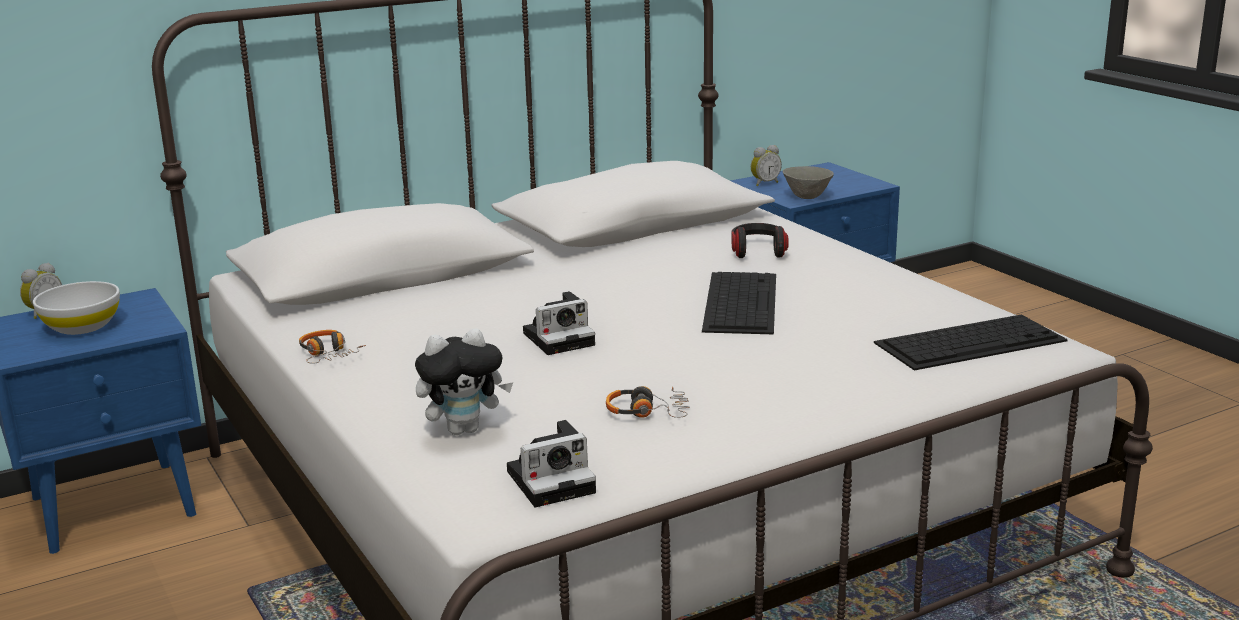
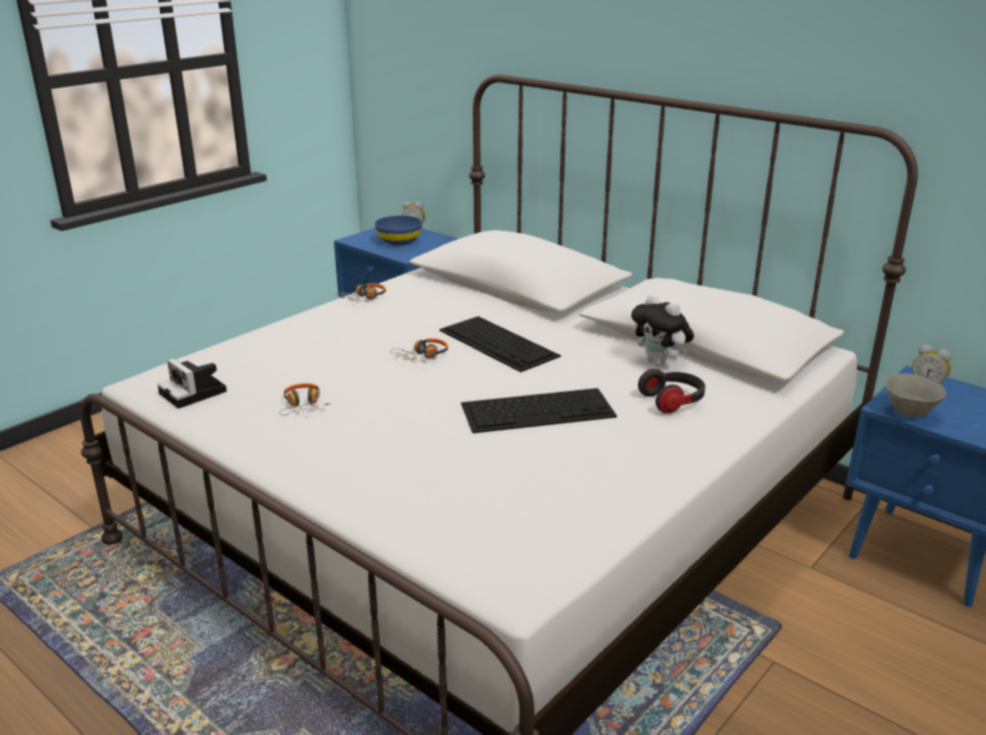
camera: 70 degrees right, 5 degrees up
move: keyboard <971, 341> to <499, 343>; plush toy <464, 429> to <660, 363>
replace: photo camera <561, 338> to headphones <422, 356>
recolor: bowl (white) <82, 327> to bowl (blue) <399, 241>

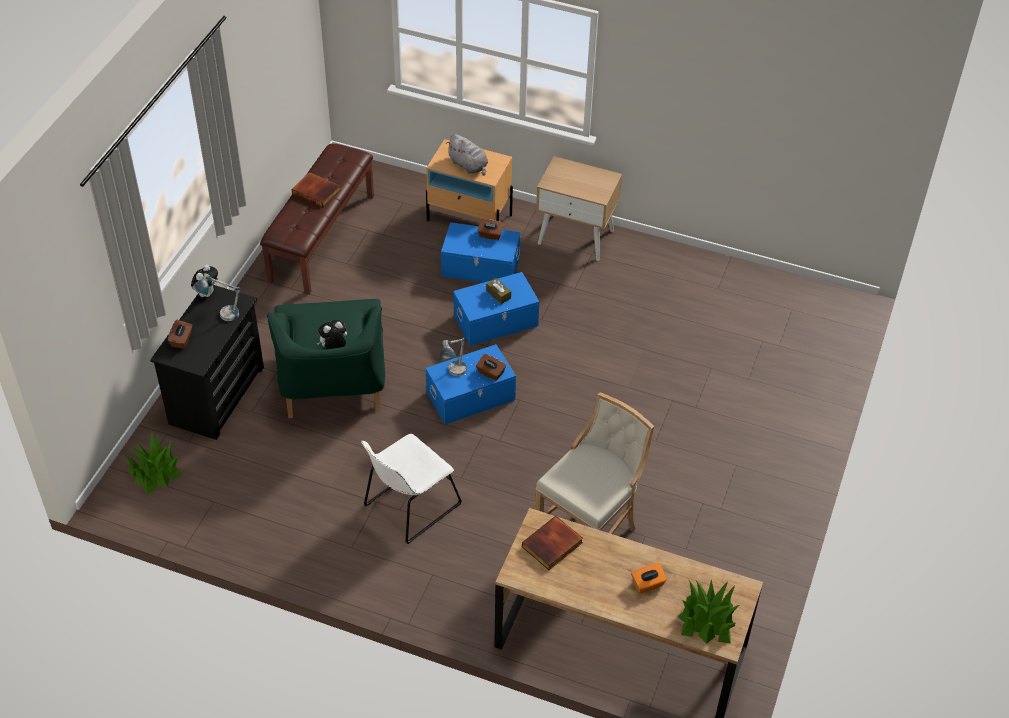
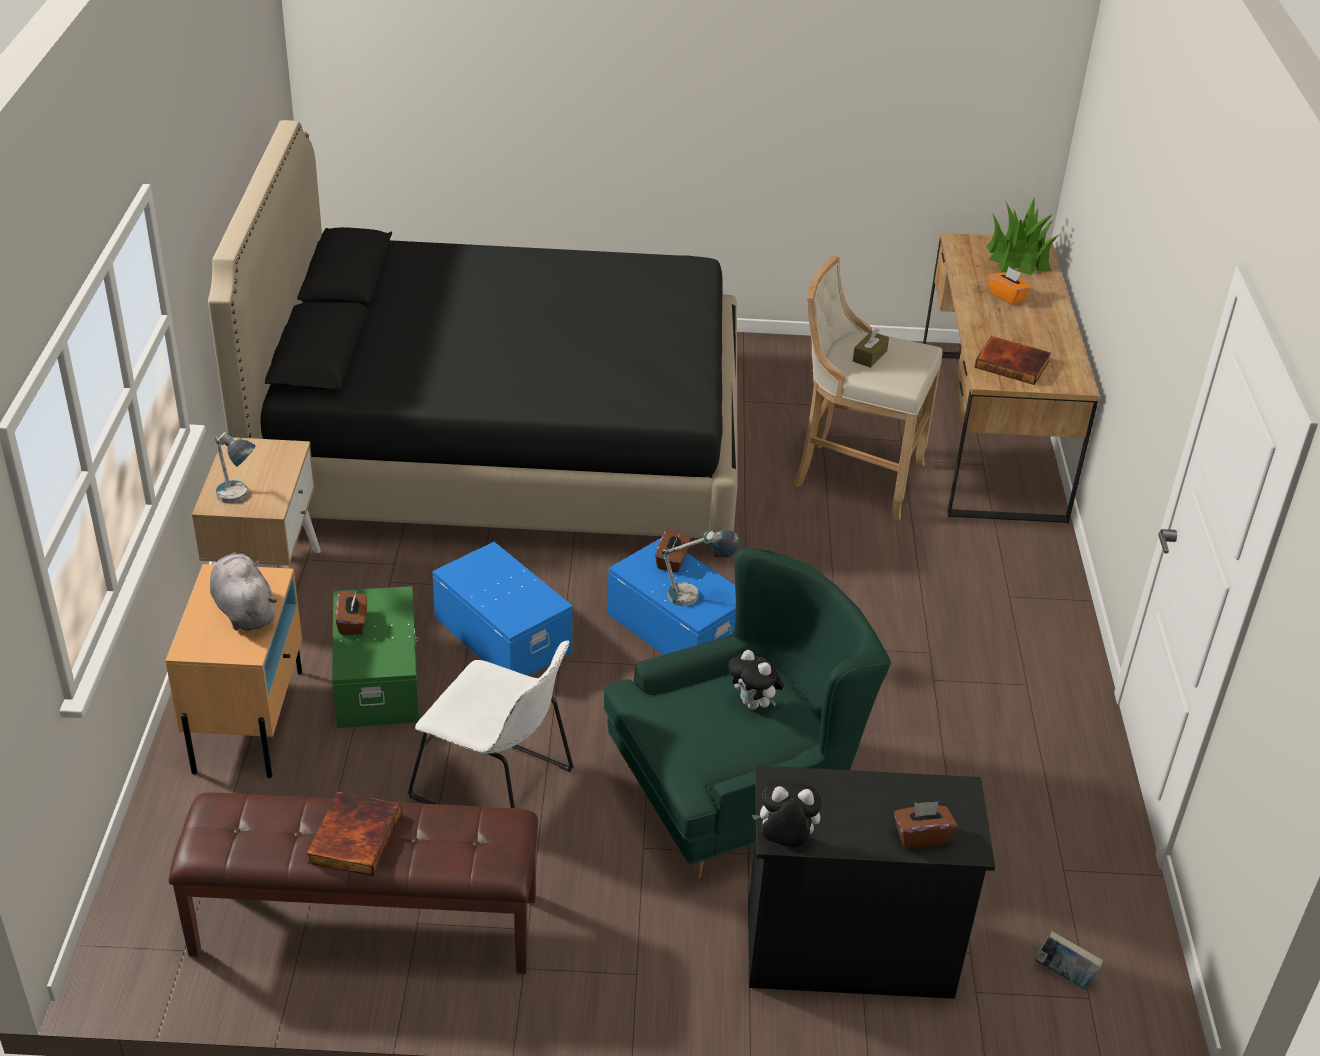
camera: 110 degrees left, 10 degrees down
insert: bed (black) <503, 446>
move: table lamp <221, 316> to <238, 501>; tissue box (brown) <498, 294> to <870, 356>; chair (white) <409, 507> to <498, 786>
replace: potted plant <155, 472> to book <1064, 975>
recolor: storage box (blue) <481, 267> to storage box (green) <379, 678>
rotate: plush toy (grey) <469, 166> = <244, 610> 60 degrees counterclockwise

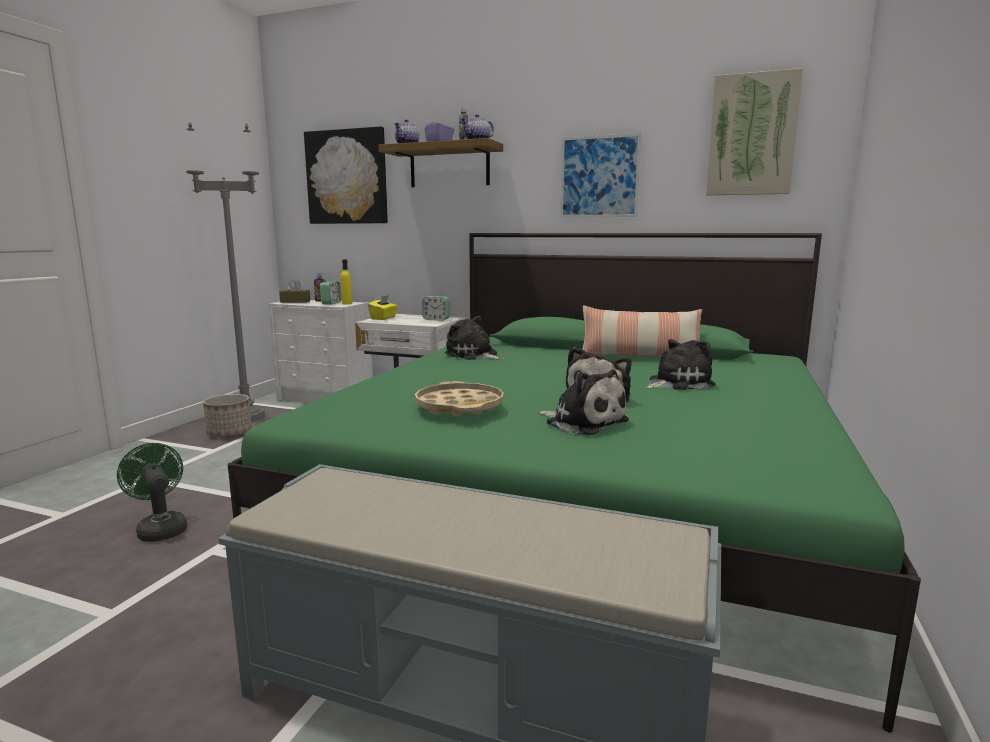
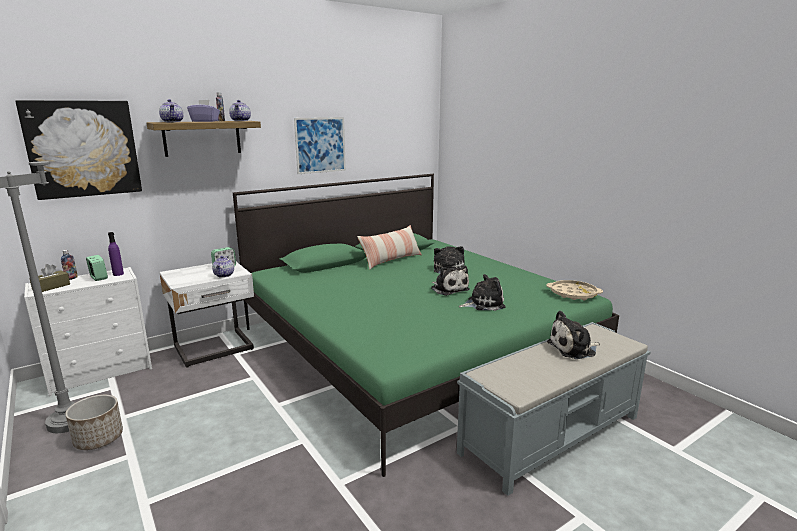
camera: 55 degrees left, 5 degrees up
delete: picture <752, 135>; tissue box (yellow) <383, 318>; fan (green) <160, 528>
insert: teapot <224, 275>
move: plush toy <473, 355> to <574, 349>; tray (beige) <459, 406> to <573, 294>
recolor: bottle (yellow) <347, 303> to bottle (purple) <118, 274>

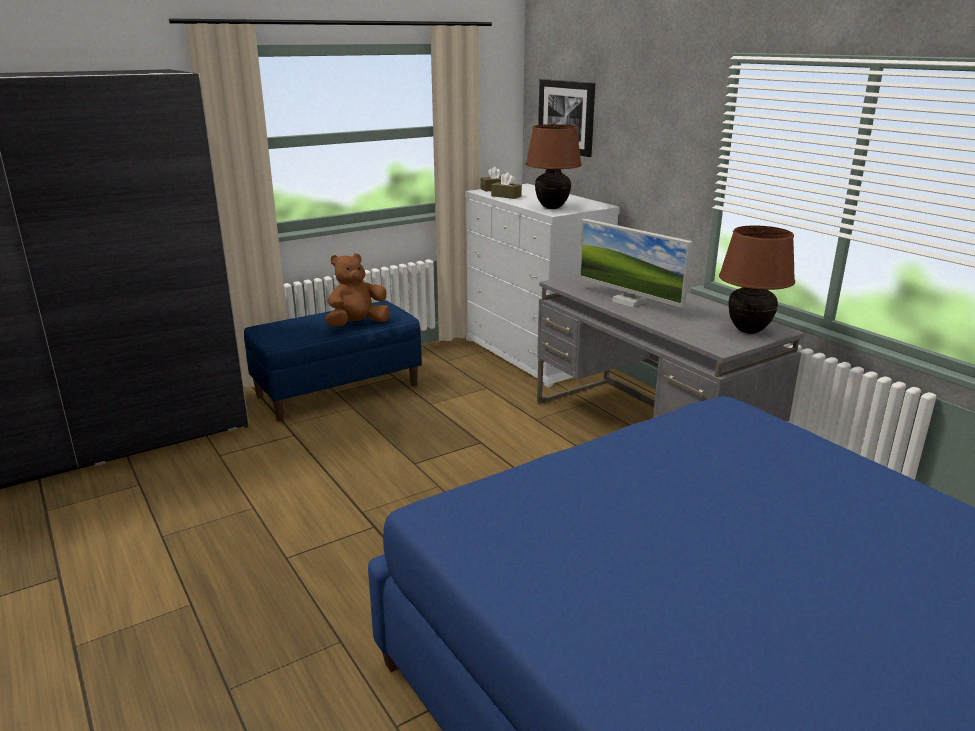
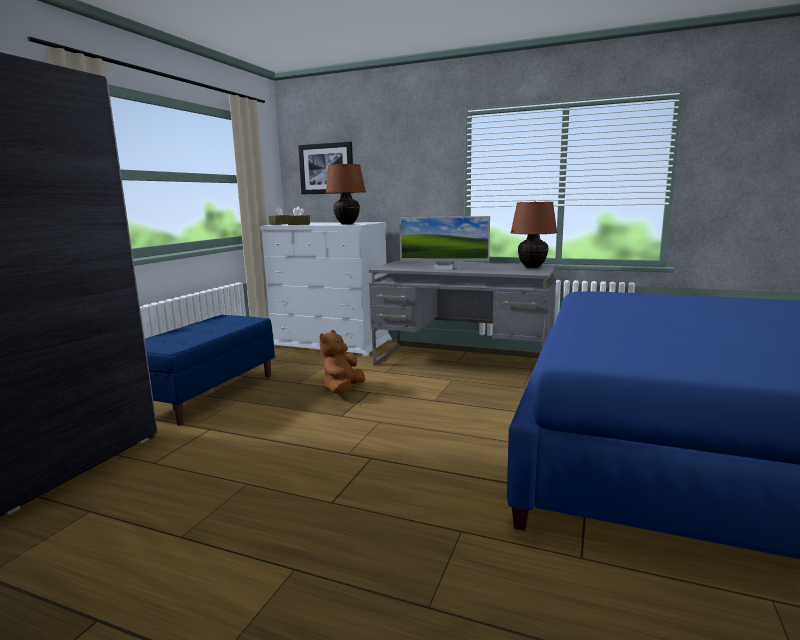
camera: 35 degrees left, 10 degrees down
move: plush toy (brown) <357, 325> to <343, 390>

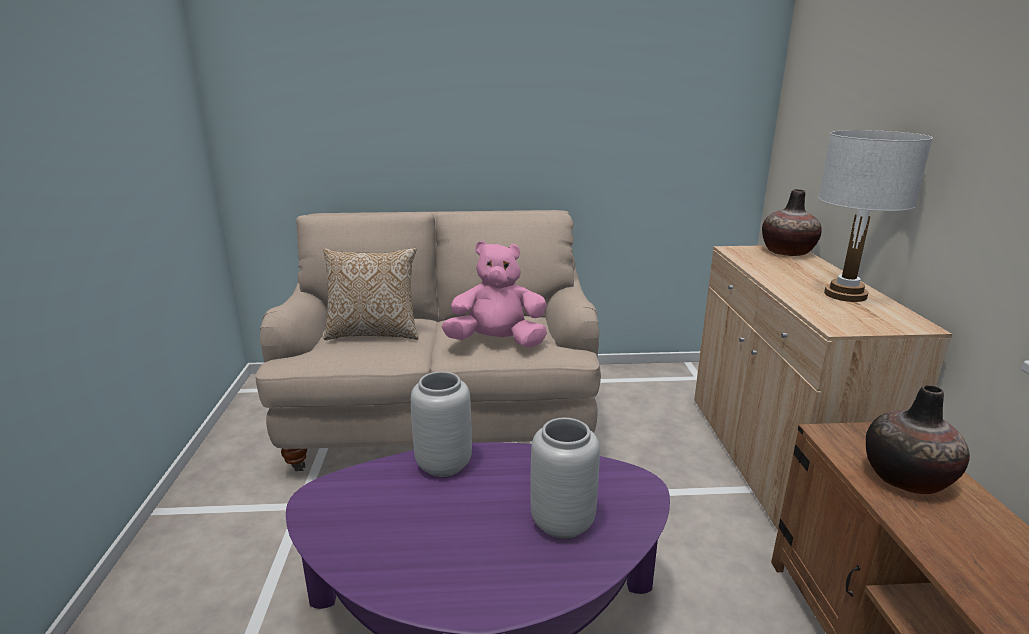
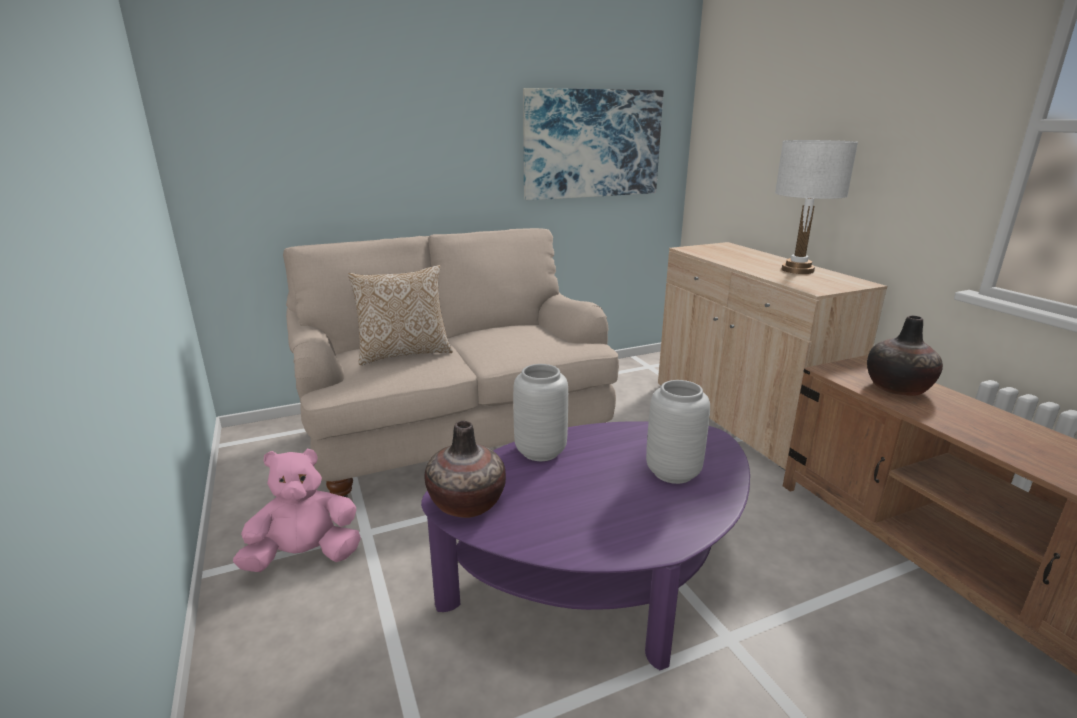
camera: 20 degrees left, 0 degrees up
insert: picture <592, 144>
move: vase <787, 252> to <466, 504>; plush toy (pink) <497, 342> to <305, 556>

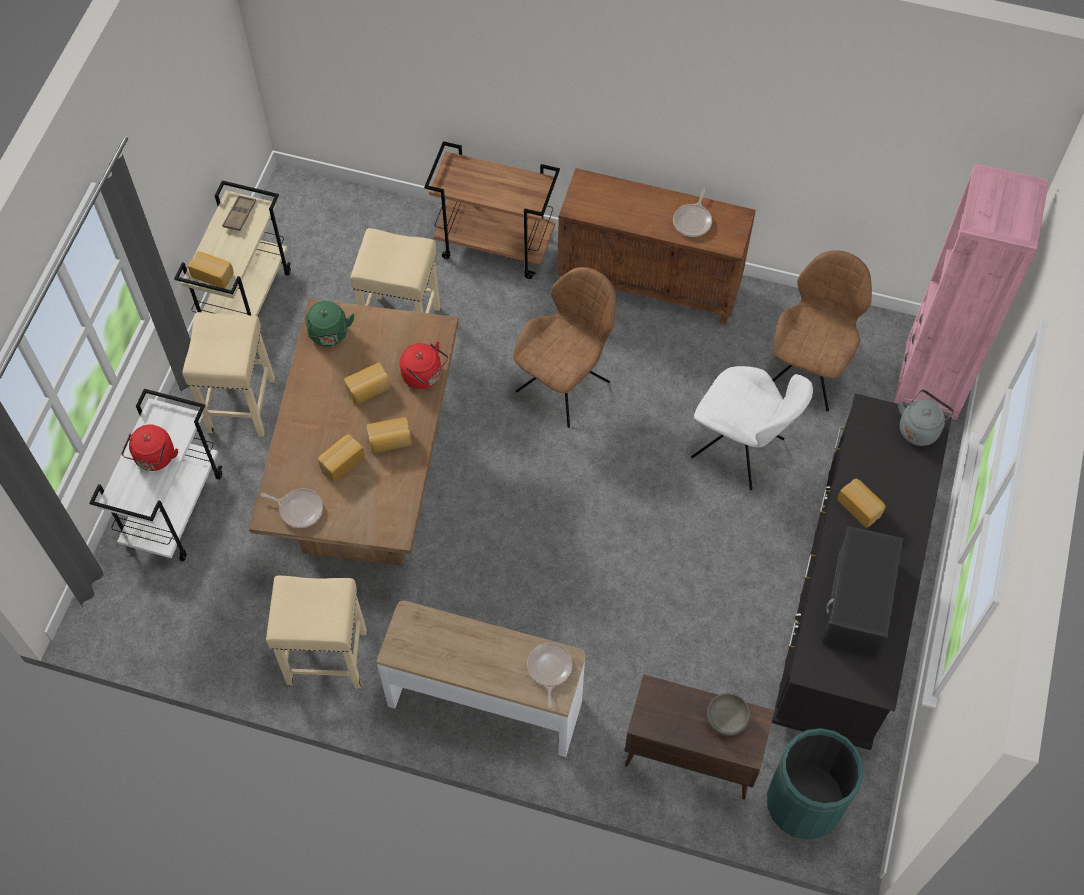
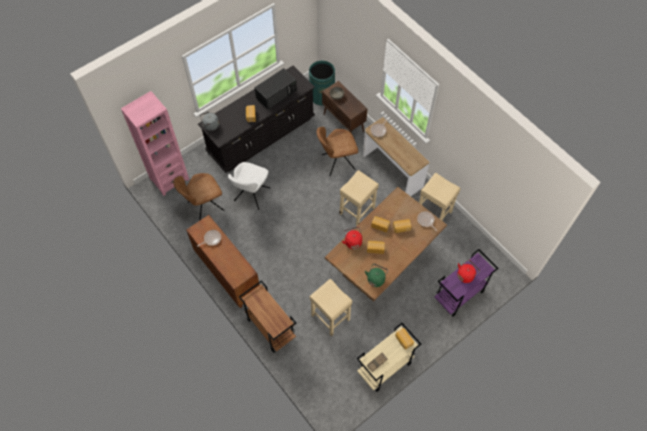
camera: 145 degrees left, 0 degrees up
move: chair (brown) <565, 384> to <337, 162>; stool (beige) <241, 406> to <357, 210>
recolor: cart (white) <174, 508> to cart (purple) <459, 295>
rotate: chair (white) <740, 450> = <251, 195> 135 degrees counterclockwise

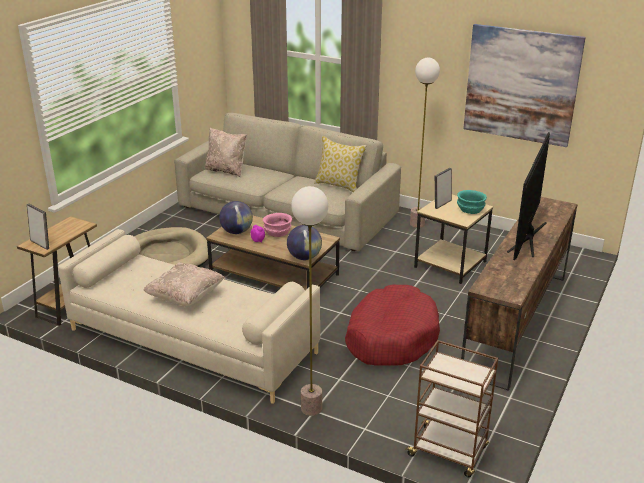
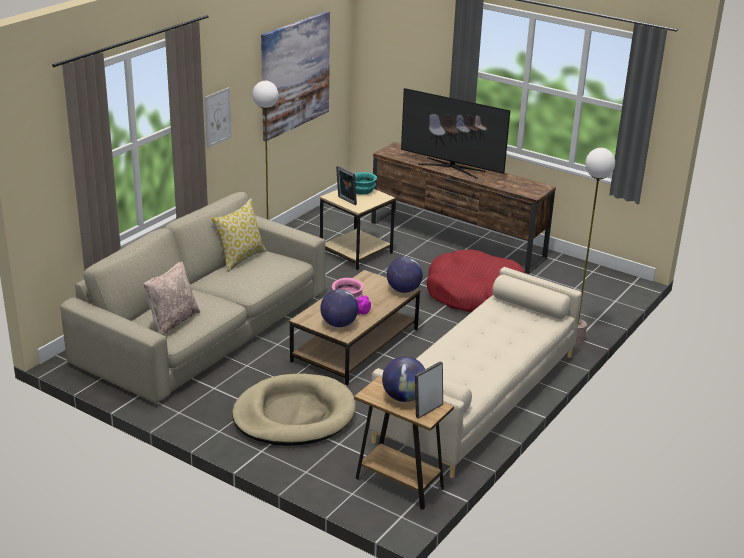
camera: 85 degrees left, 0 degrees up
delete: pillow (beige) <185, 297>; cart (brown) <449, 452>
insert: picture <217, 117>; globe <403, 397>

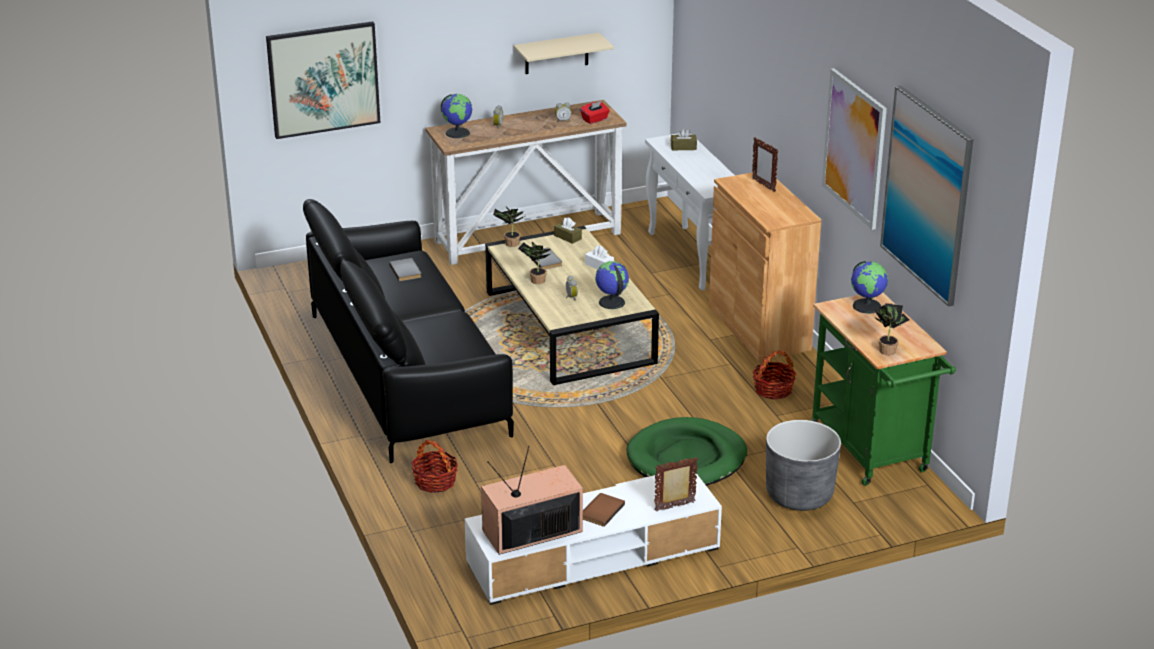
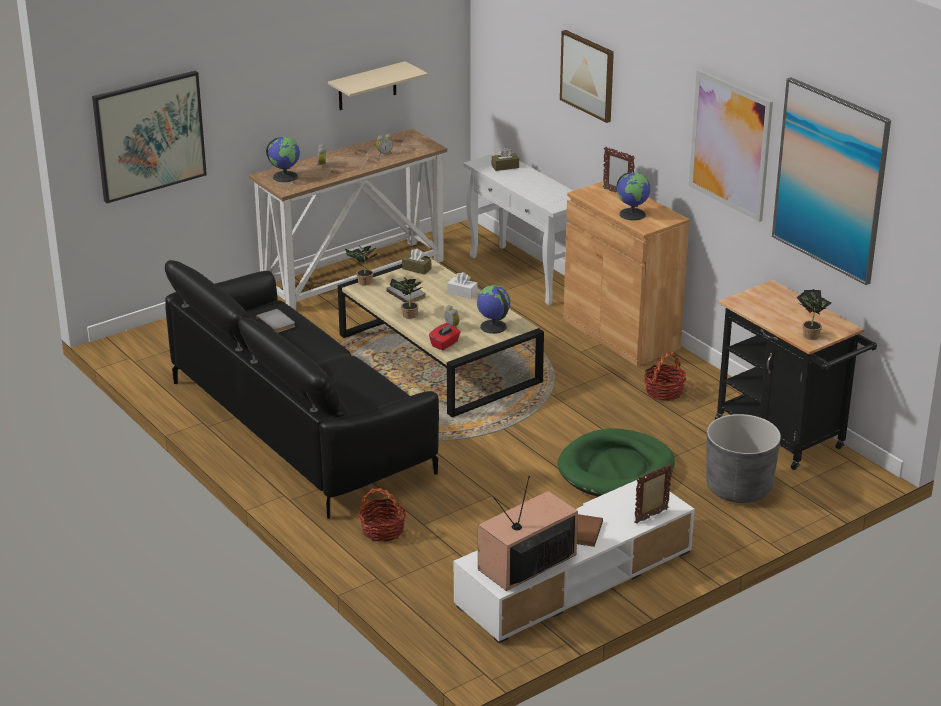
camera: 15 degrees left, 0 degrees up
insert: picture <588, 75>
move: tissue box (red) <595, 120> to <445, 344>; globe <867, 306> to <632, 214>
recolor: cart (green) <872, 453> to cart (black) <785, 438>

